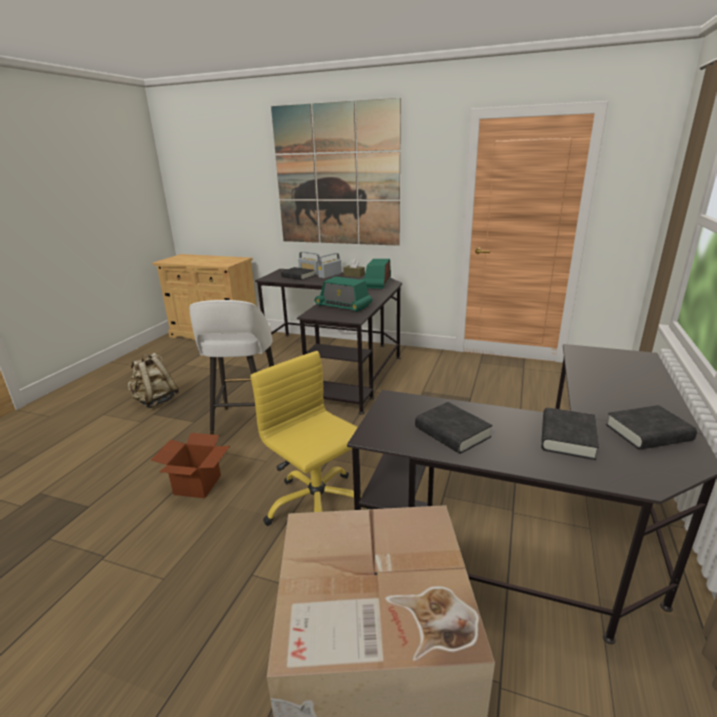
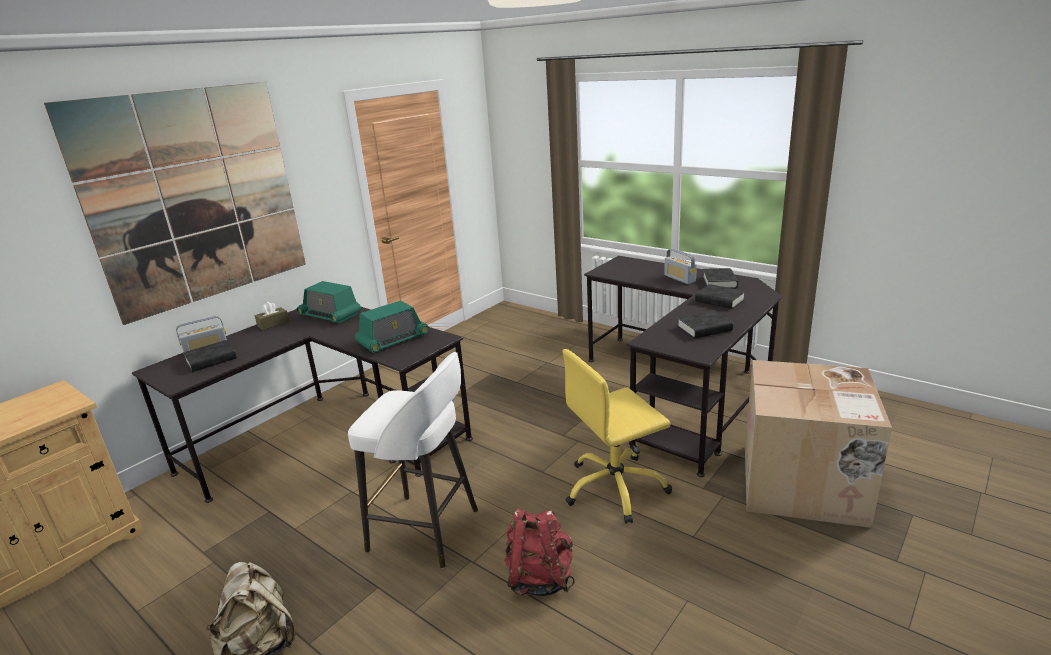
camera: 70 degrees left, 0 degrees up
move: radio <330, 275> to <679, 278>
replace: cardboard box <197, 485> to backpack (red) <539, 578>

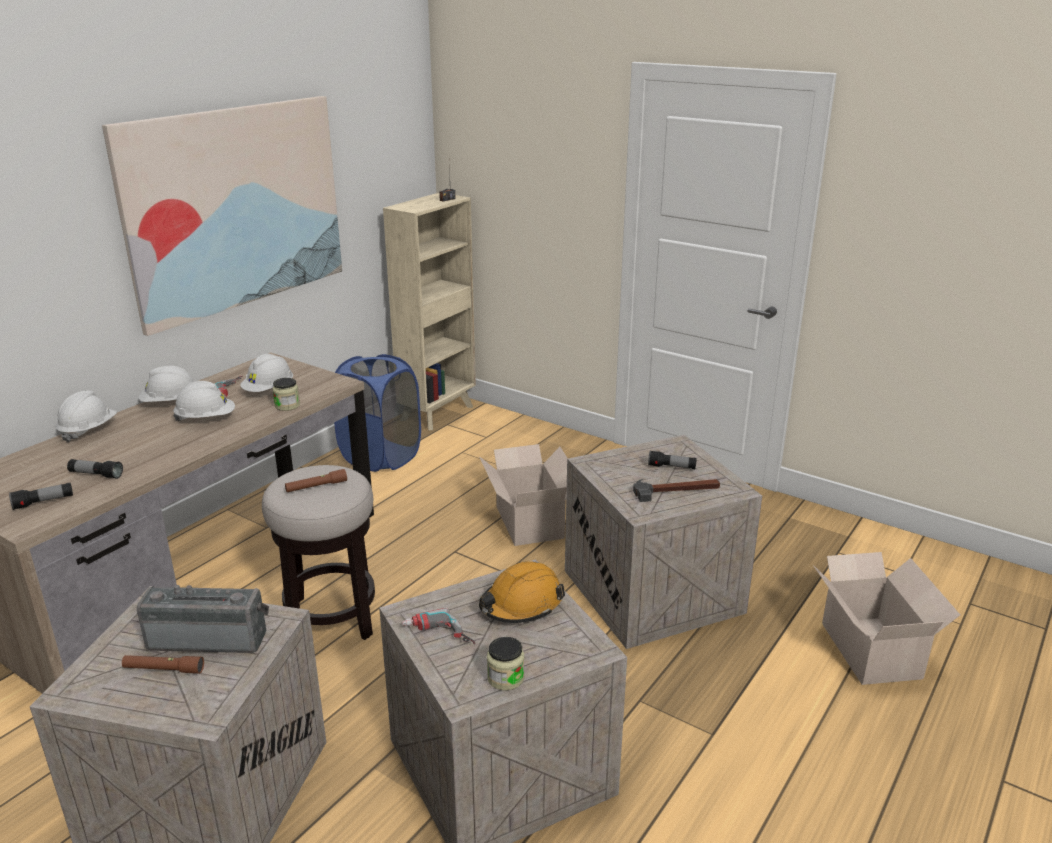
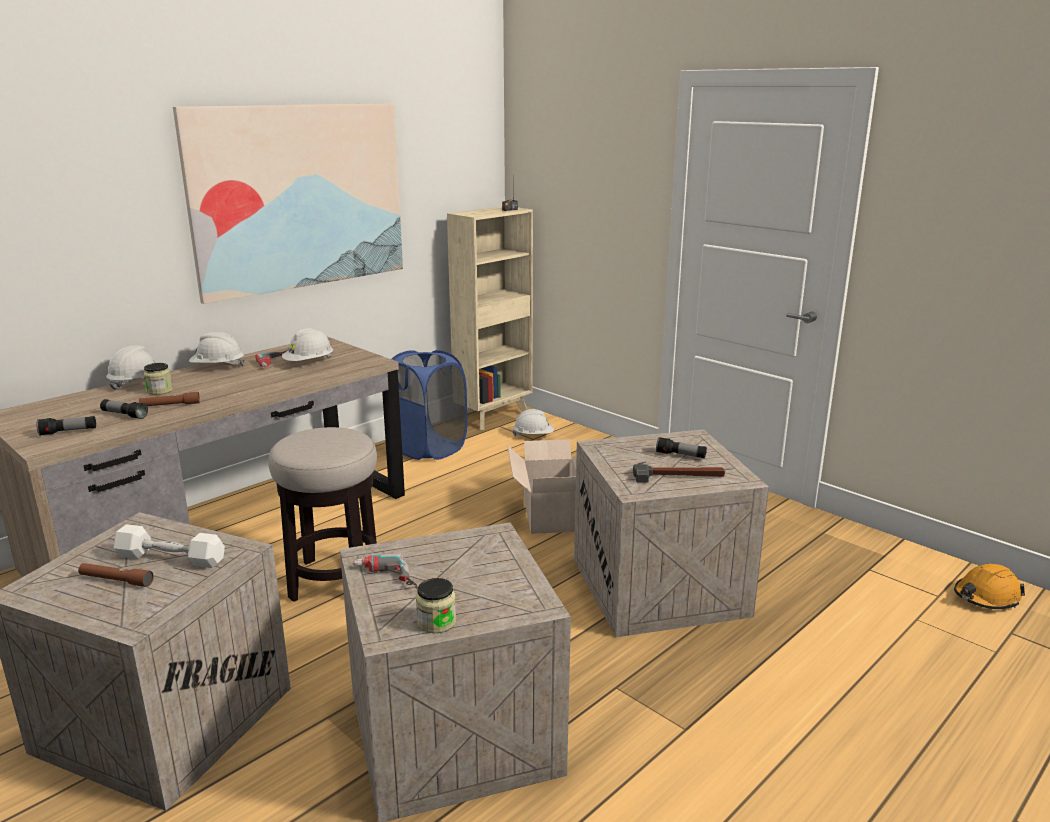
camera: 10 degrees right, 5 degrees down
delete: cardboard box <869, 648>
move: jar <287, 406> to <160, 391>; hard hat (white) <206, 419> to <533, 436>; flashlight (brown) <316, 486> to <170, 405>; hard hat (orange) <521, 604> to <986, 597>
replace: radio <210, 637> to dumbbell (white) <170, 558>

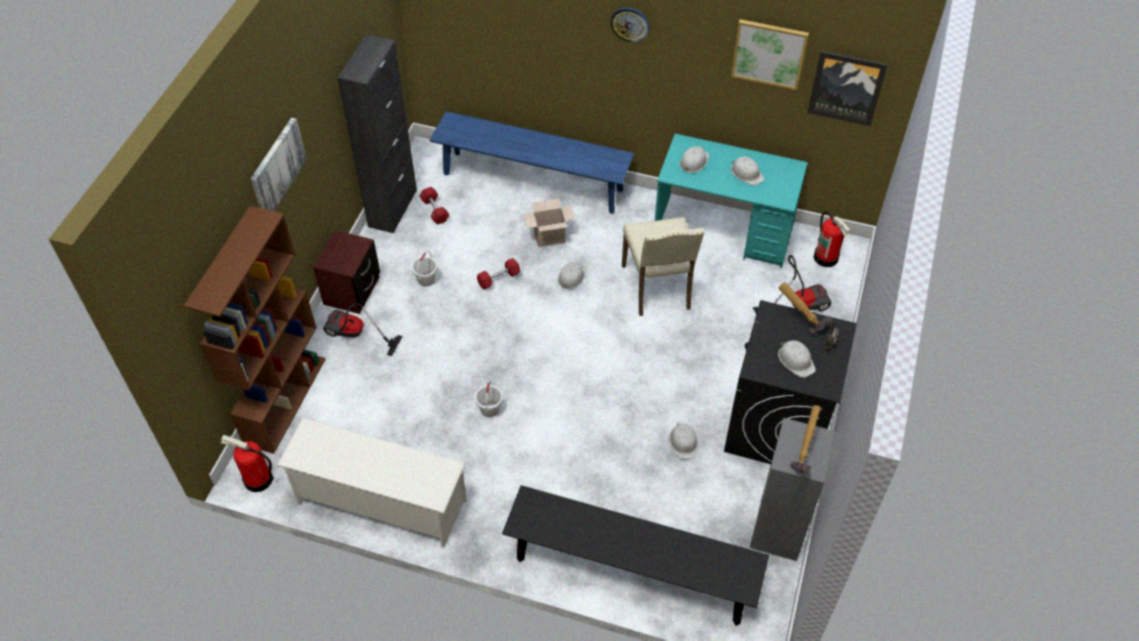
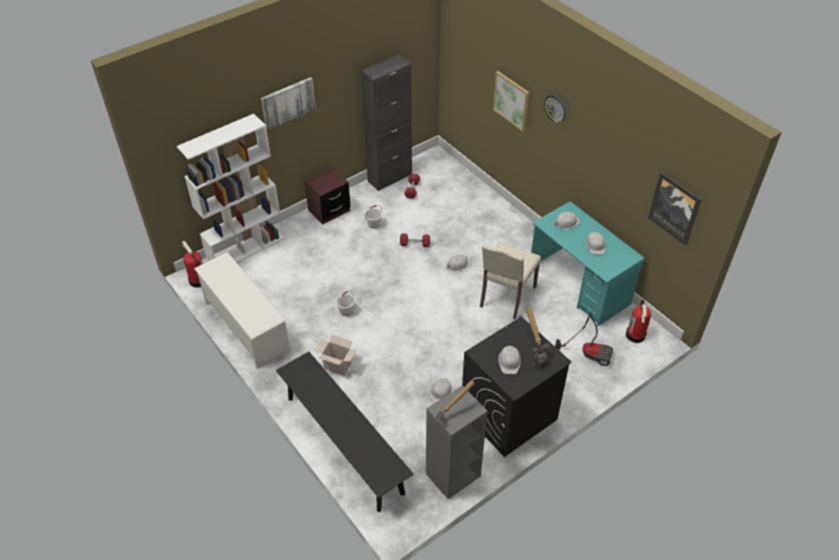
camera: 35 degrees right, 5 degrees down
delete: bench (blue) <532, 182>; vacuum cleaner <355, 336>
move: picture <769, 53> to <511, 100>; cardboard box <549, 238> to <336, 366>
recolor: bookcase (brown) <285, 400> to bookcase (white) <246, 248>

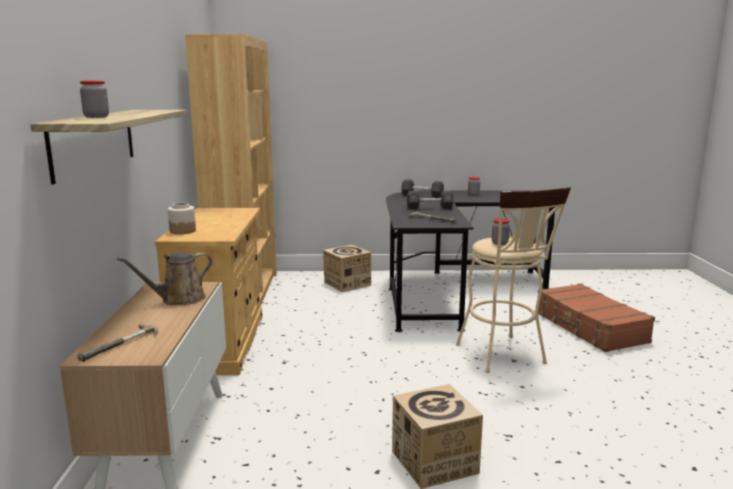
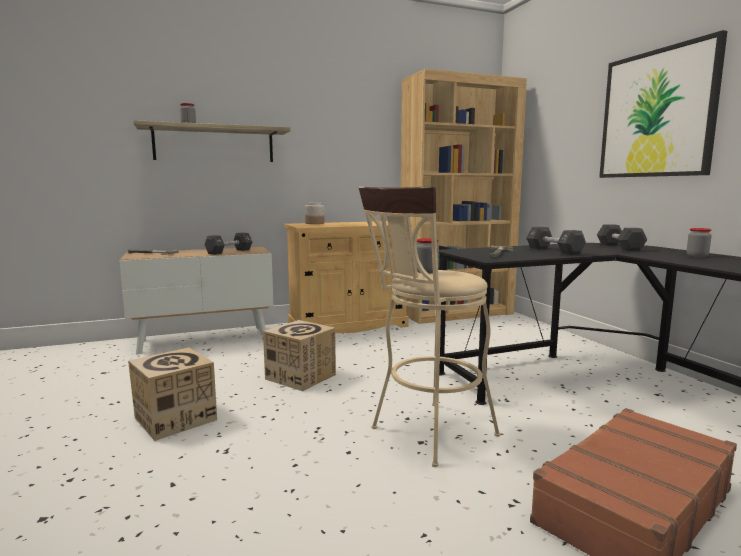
camera: 70 degrees right, 5 degrees down
insert: picture <656, 114>
move: cardboard box <347, 284> to <300, 377>
replace: watering can (brown) <179, 299> to dumbbell (black) <229, 252>

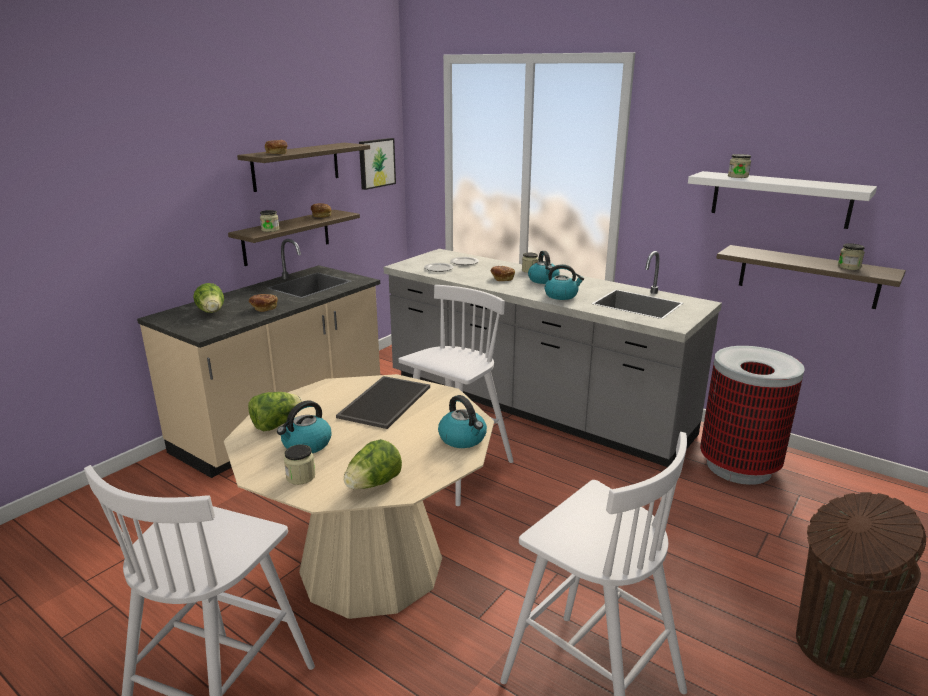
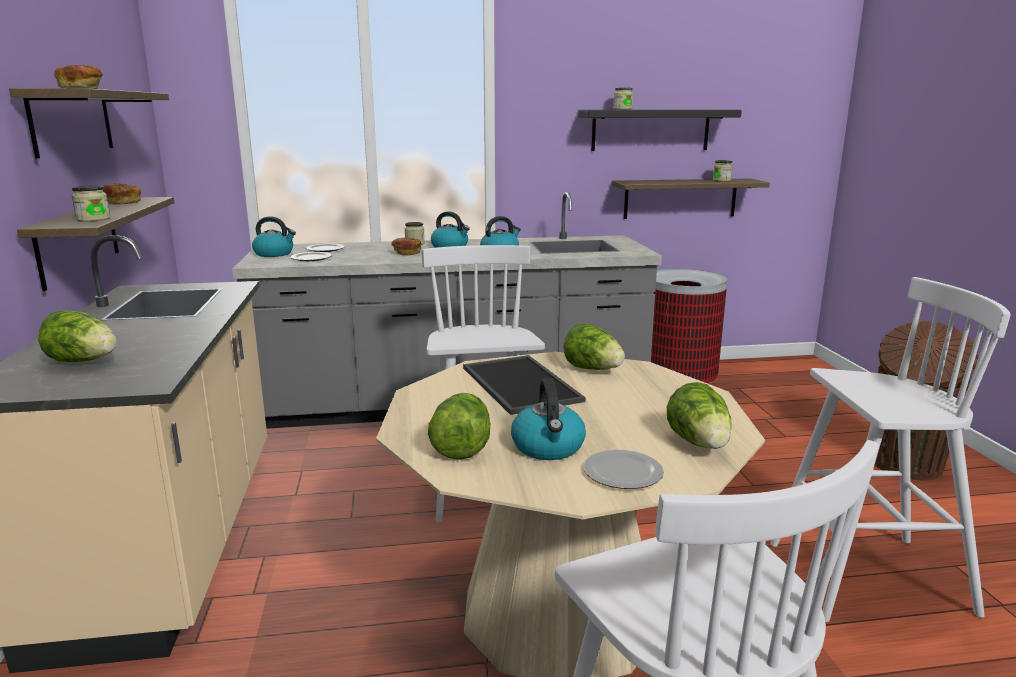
camera: 45 degrees left, 5 degrees down
delete: picture <376, 163>; bread <263, 308>
insert: lettuce <593, 369>
move: kettle <463, 438> to <274, 254>
replace: jar <300, 477> to plate <624, 473>
recolor: shelf (white) <780, 199> to shelf (black) <650, 130>

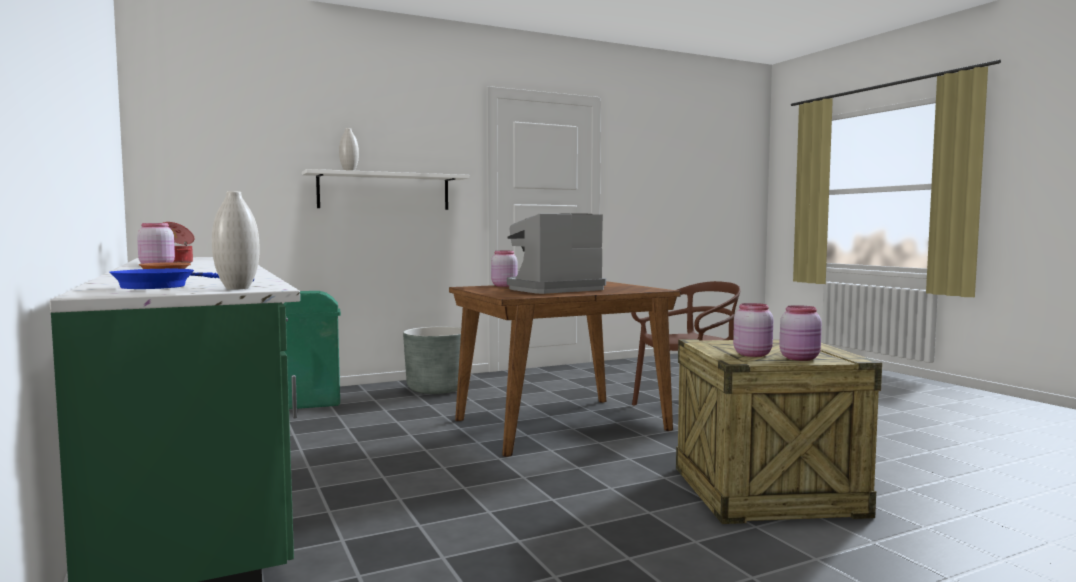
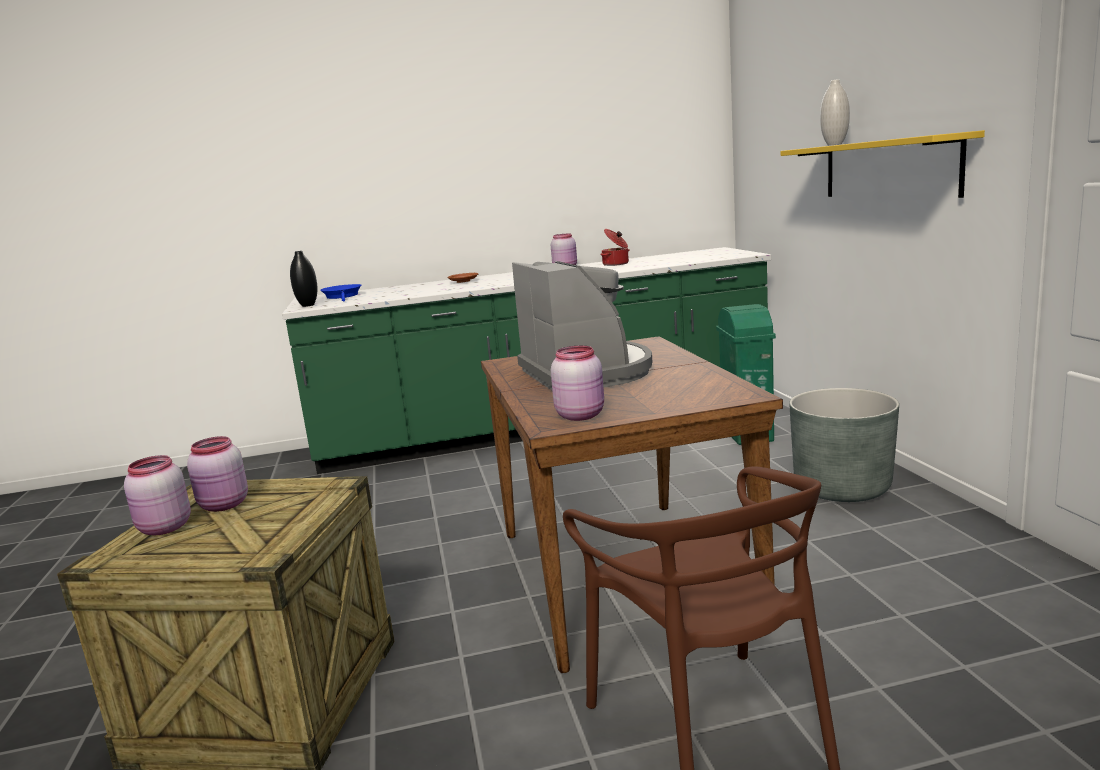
camera: 105 degrees right, 10 degrees up
move: jar (pink) <503, 286> to <581, 415>
recolor: shelf (white) <384, 191> to shelf (yellow) <888, 168>; vase (white) <237, 288> to vase (black) <308, 305>

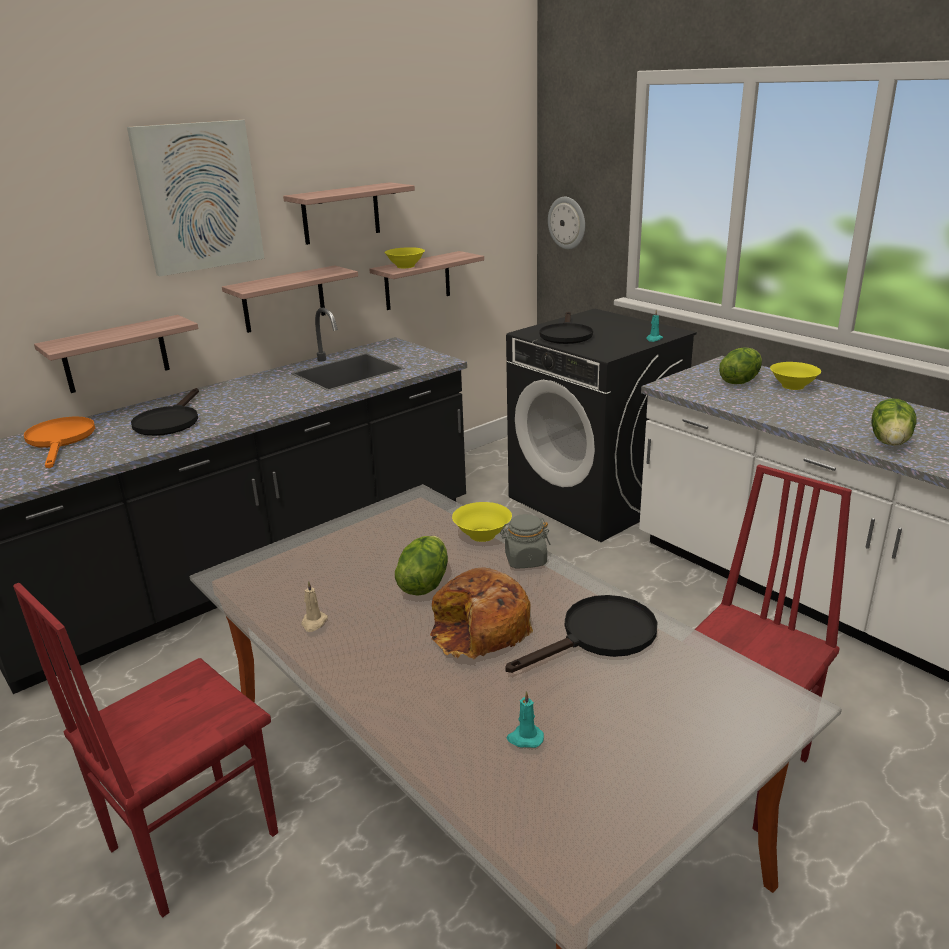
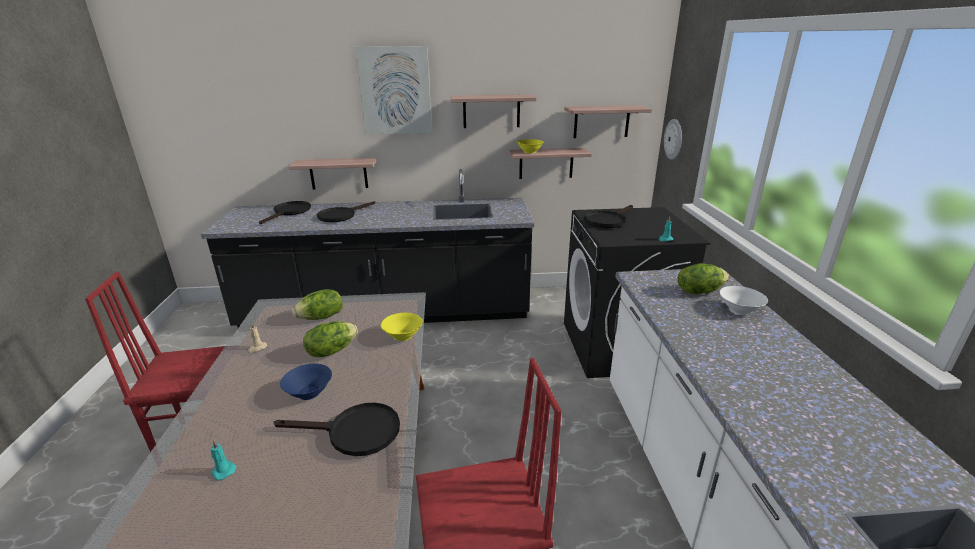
camera: 35 degrees right, 0 degrees up
delete: jar (grey) <525, 560>
move: shelf <283, 299> to <601, 121>; lettuce <891, 441> to <321, 317>
replace: bread <479, 630> to bowl (blue) <310, 392>
recolor: bowl (yellow) <793, 386> to bowl (white) <739, 310>; frying pan (orange) <61, 440> to frying pan (black) <289, 212>

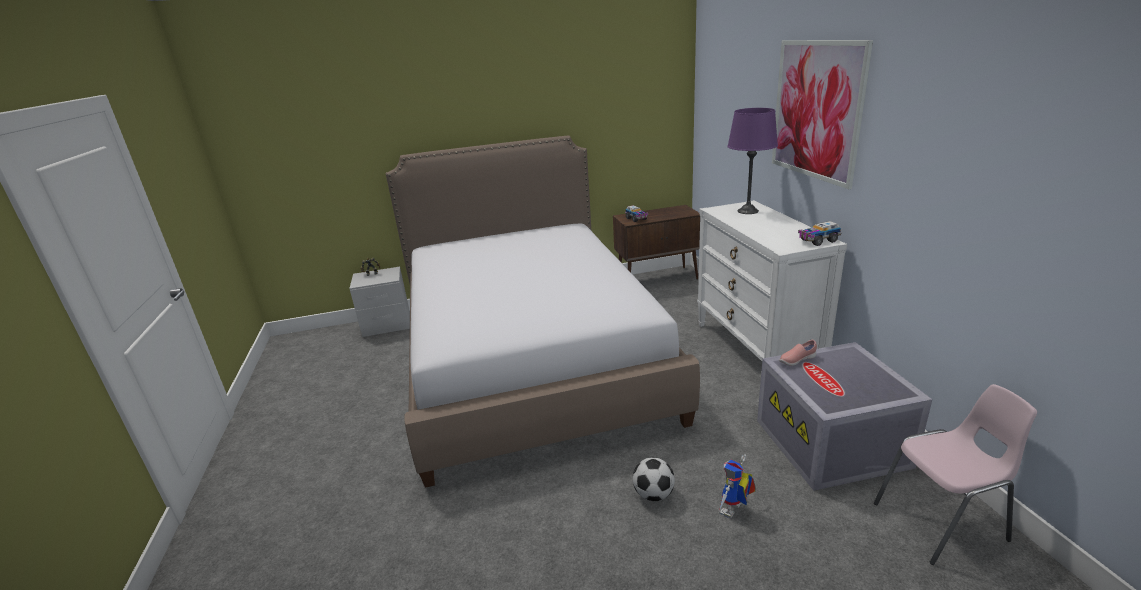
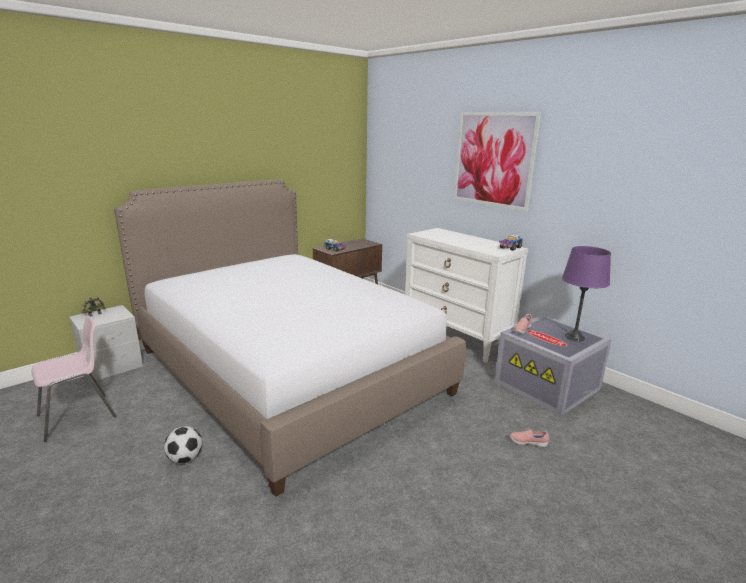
camera: 30 degrees left, 5 degrees down
move: table lamp (purple) <747, 211> to <574, 337>; chair (pink) <942, 523> to <78, 416>; football <653, 494> to <185, 459>
replace: toy robot <733, 512> to shoe (pink) <528, 442>

